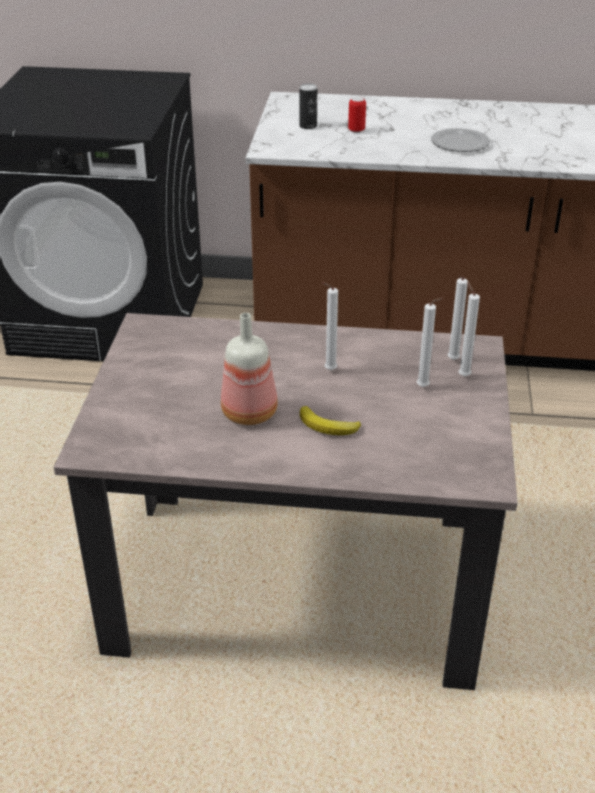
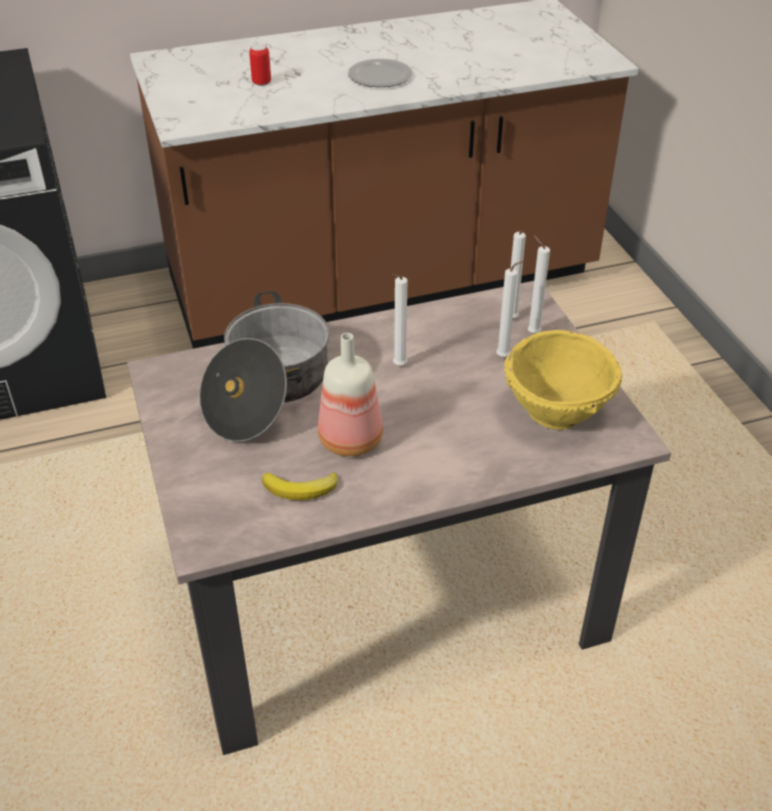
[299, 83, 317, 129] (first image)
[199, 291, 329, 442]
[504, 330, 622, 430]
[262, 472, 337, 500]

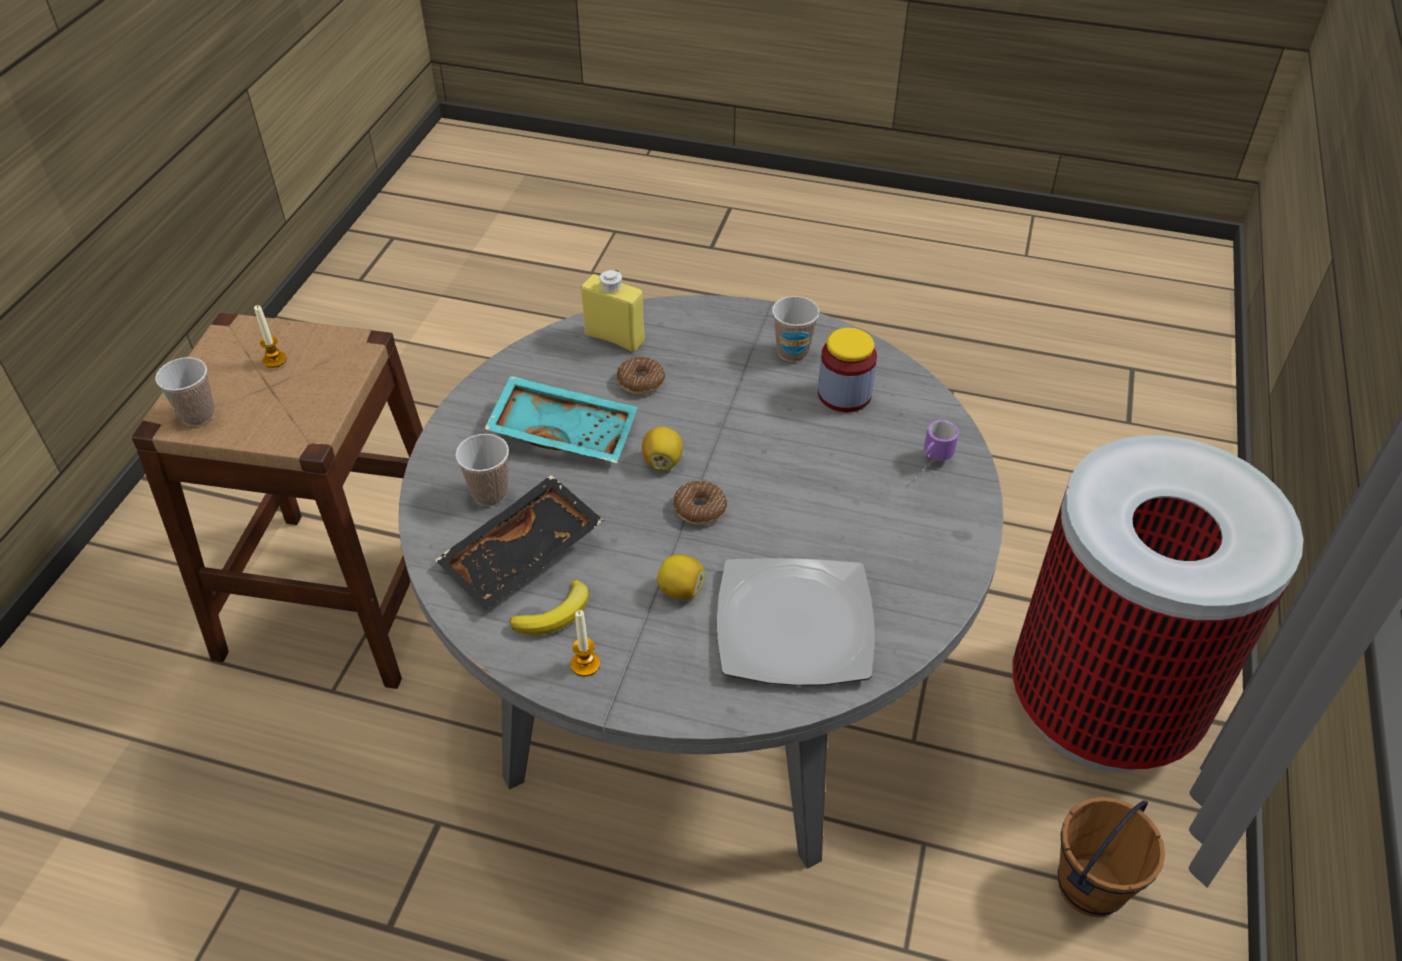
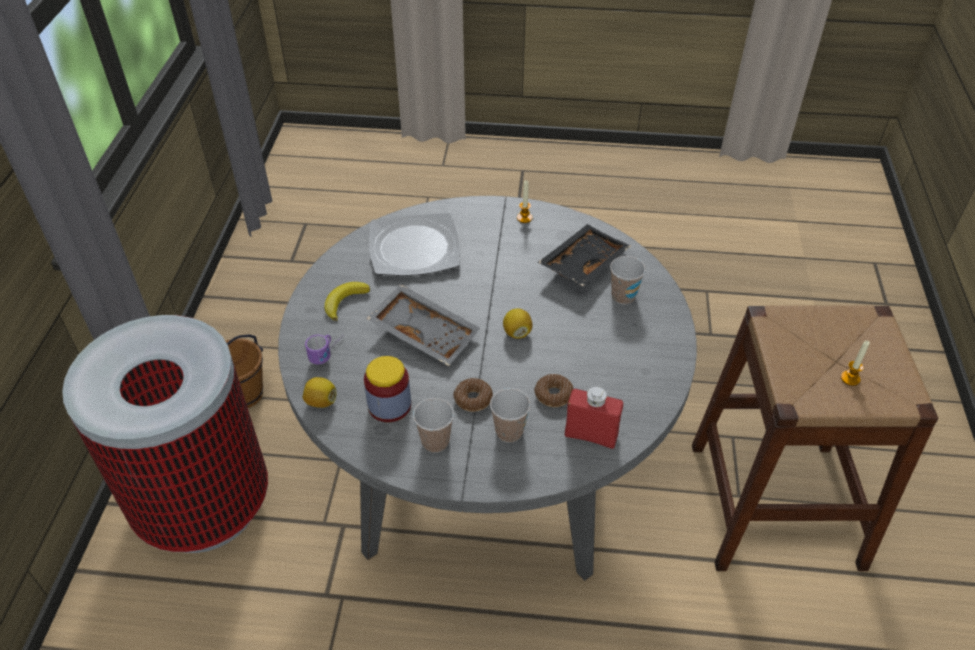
[484, 375, 638, 463] (first image)
[367, 284, 480, 366]
[490, 388, 531, 443]
[325, 282, 370, 321]
[303, 377, 336, 408]
[454, 378, 493, 412]
[565, 387, 623, 449]

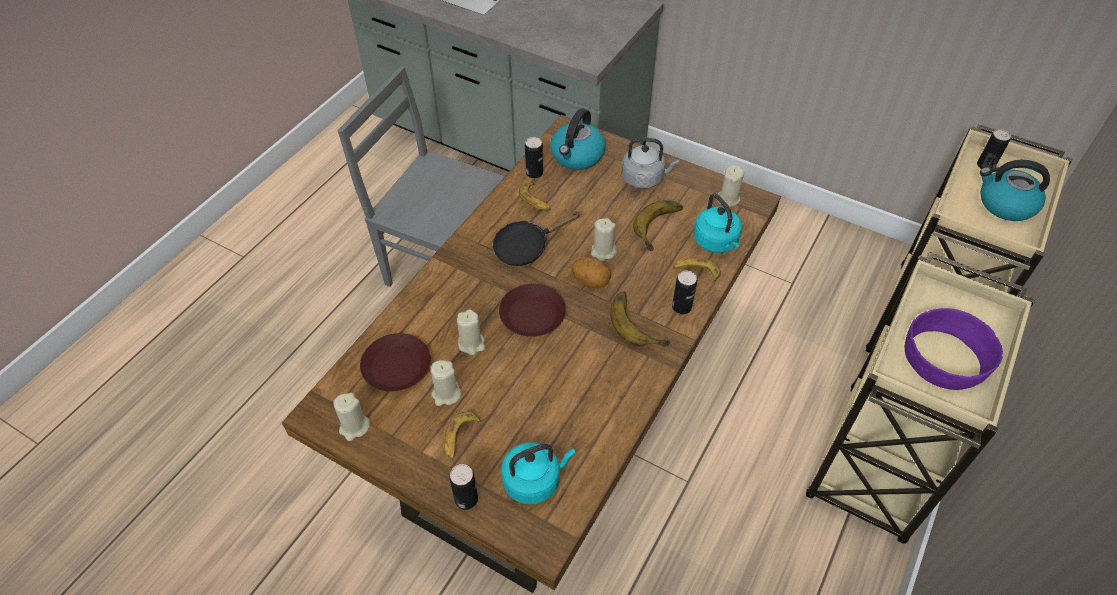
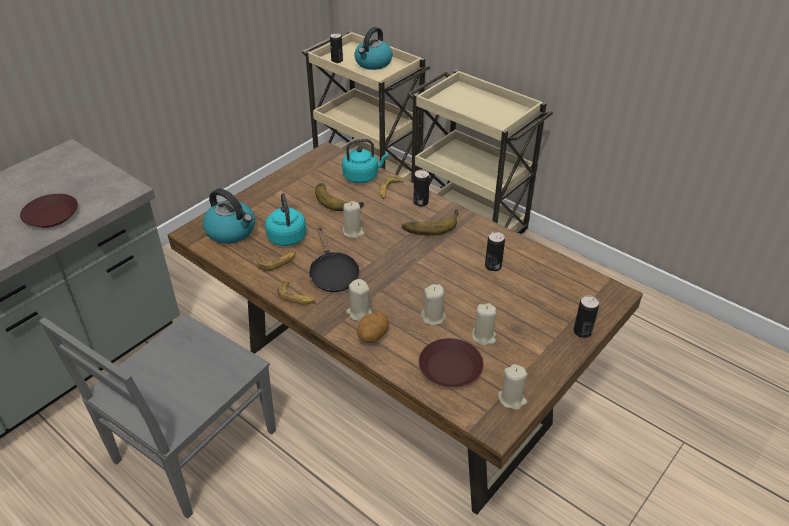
[621, 137, 680, 189] (first image)
[905, 308, 1003, 390] (first image)
[277, 282, 315, 304]
[20, 194, 78, 228]
[265, 193, 306, 246]
[485, 232, 505, 271]
[357, 312, 389, 343]
[346, 279, 372, 322]

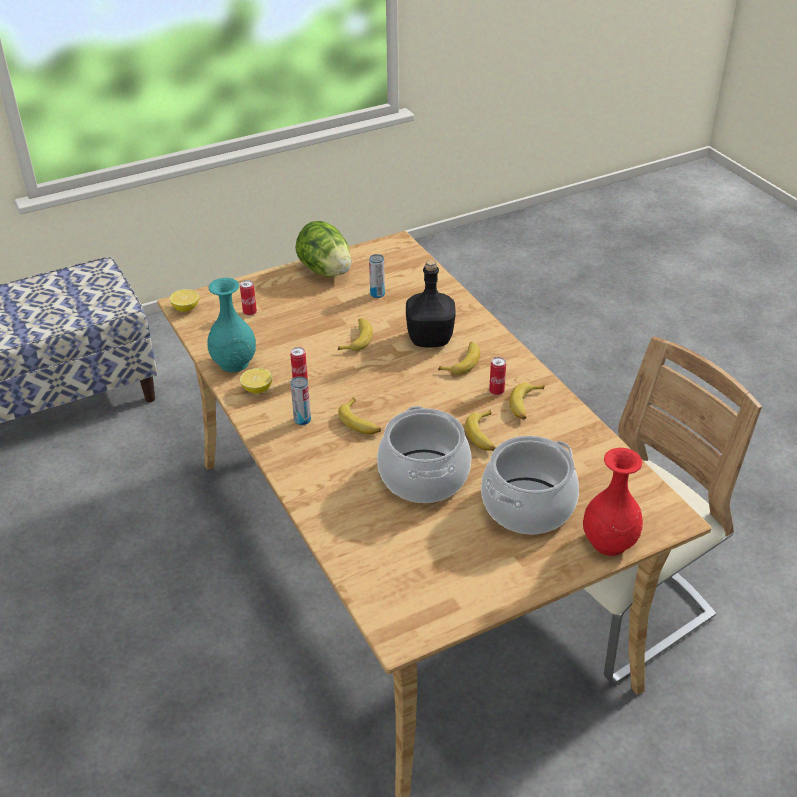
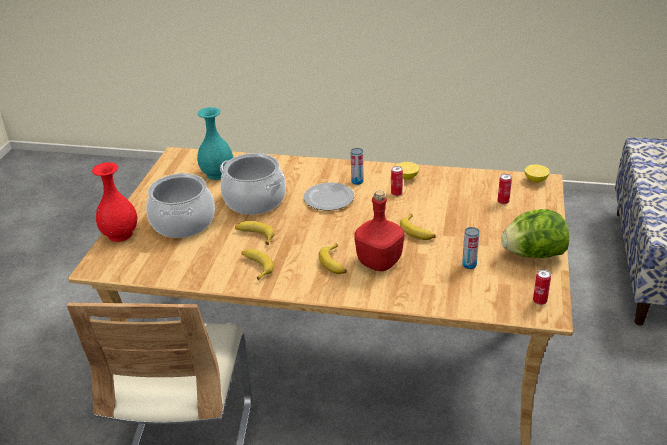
[197, 107, 233, 180]
[533, 269, 551, 305]
[304, 183, 354, 211]
[354, 191, 404, 271]

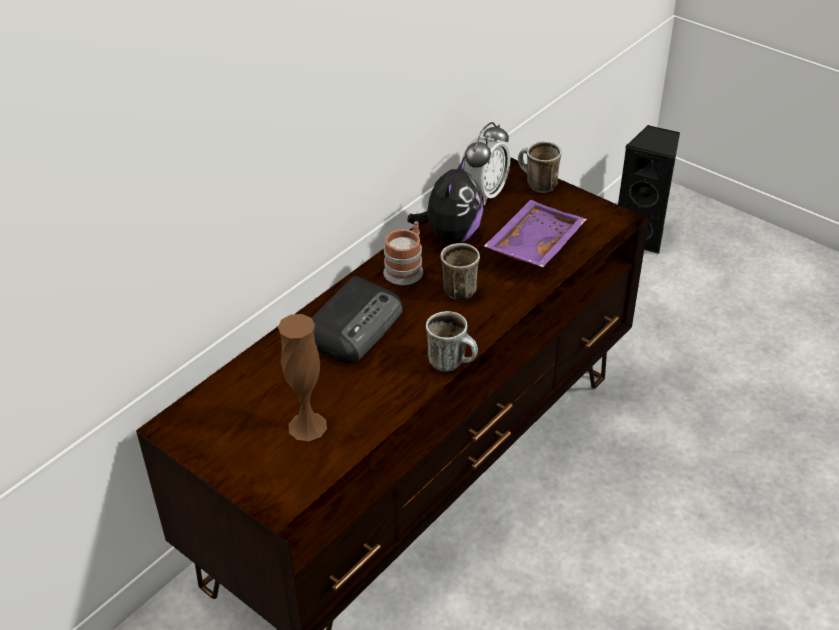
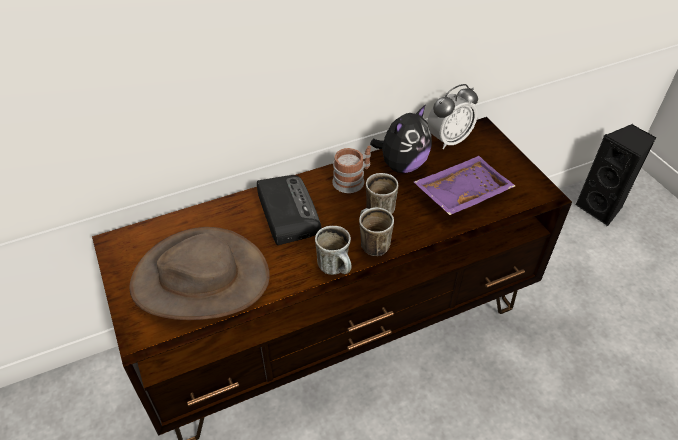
[359, 207, 394, 256]
[130, 227, 270, 320]
[257, 175, 321, 245]

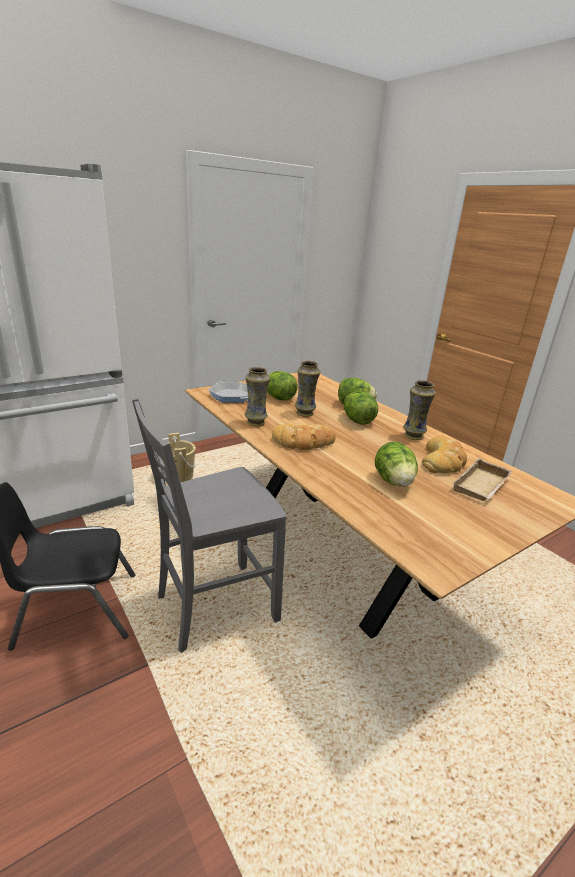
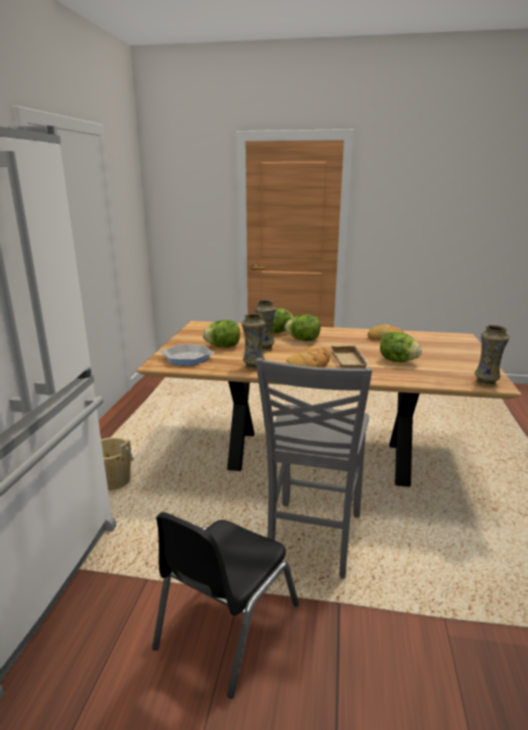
[474, 325, 510, 387]
[330, 345, 371, 369]

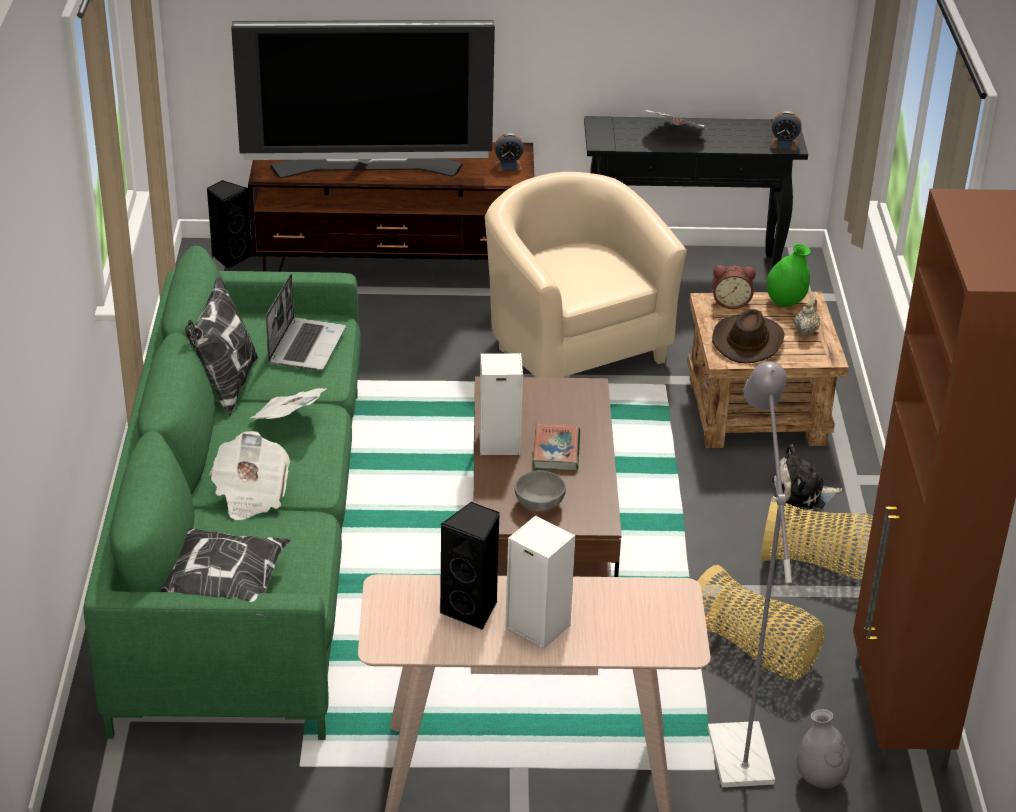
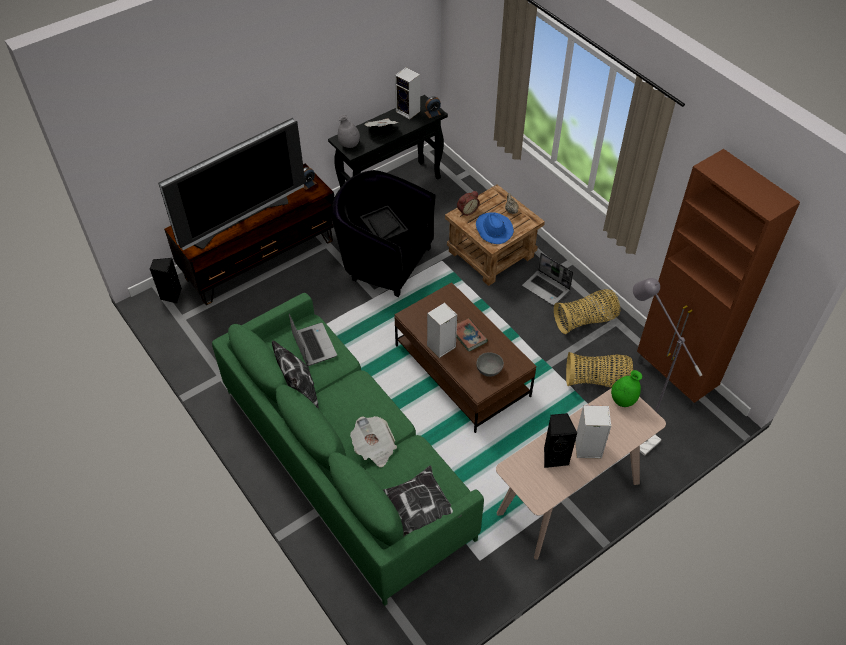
[249, 388, 326, 419] (first image)
[360, 205, 409, 241]
[395, 67, 420, 119]
[611, 370, 642, 407]
[338, 115, 360, 148]
[522, 253, 573, 306]
[331, 170, 436, 297]
[476, 212, 514, 244]

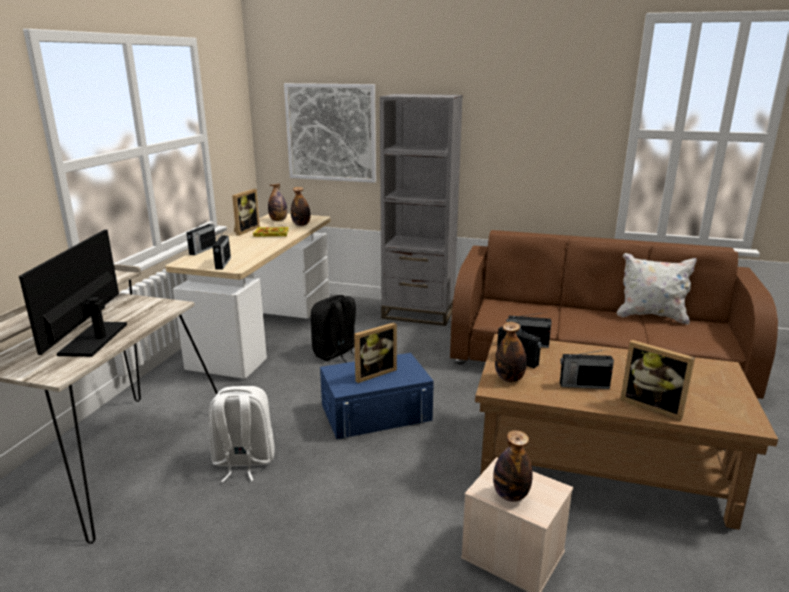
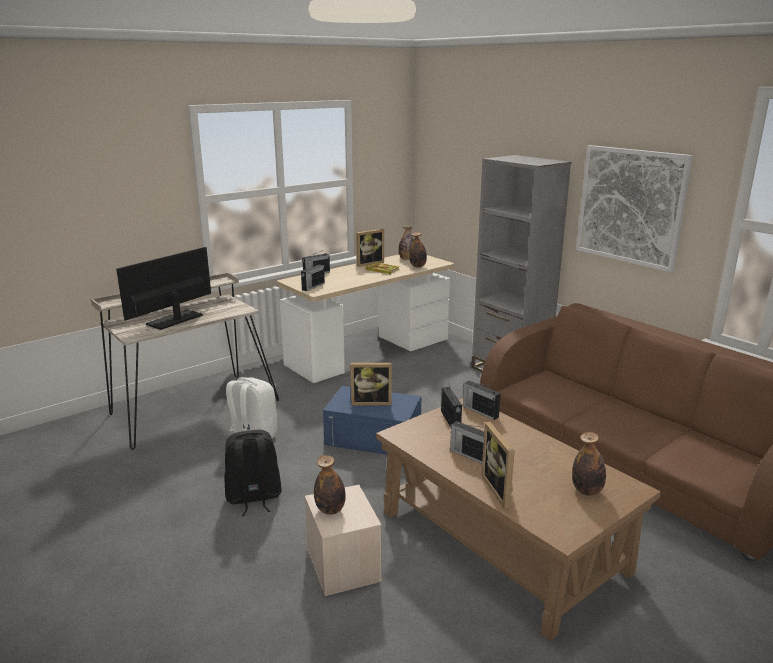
[617, 253, 697, 325] (first image)
[576, 145, 693, 272]
[225, 430, 282, 516]
[572, 432, 606, 496]

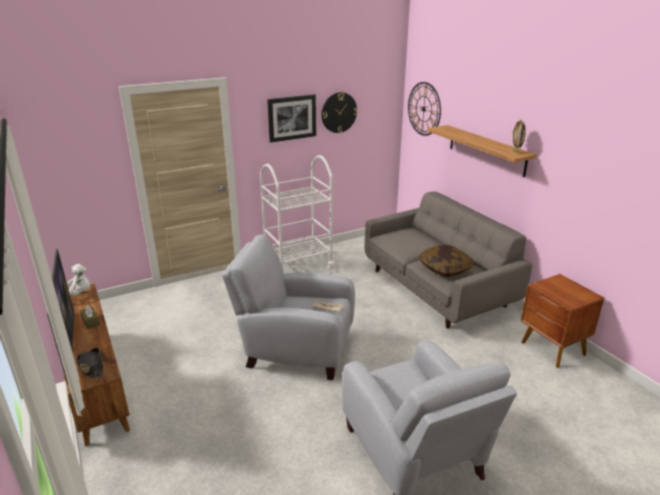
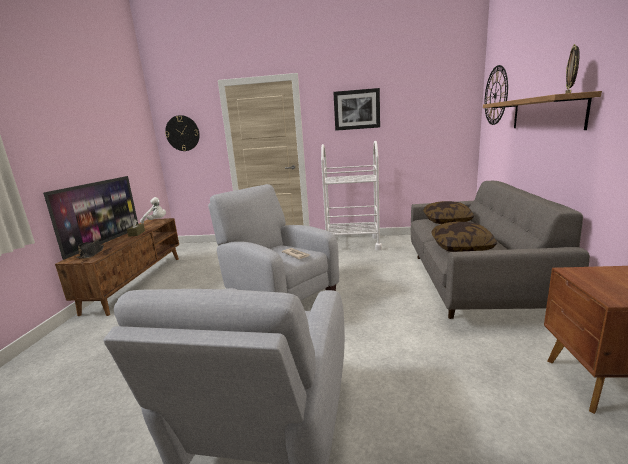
[423, 201, 474, 224]
[165, 115, 200, 151]

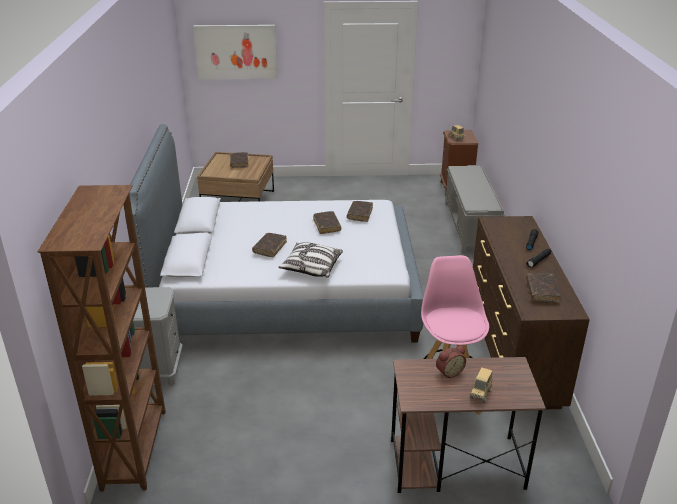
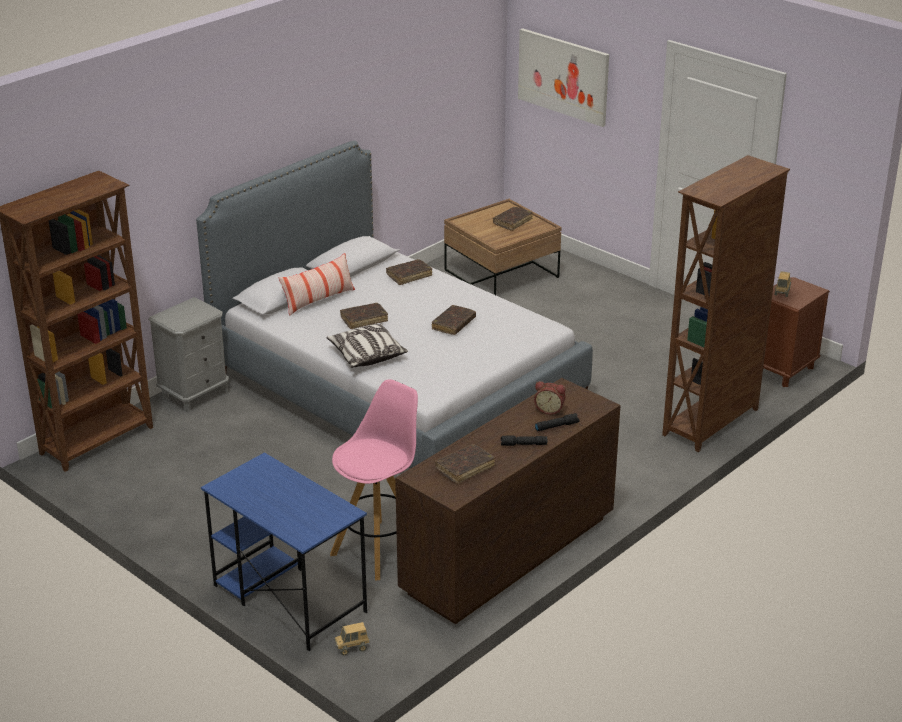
[279, 253, 355, 316]
[386, 259, 432, 285]
[534, 381, 566, 414]
[334, 622, 370, 655]
[662, 155, 790, 452]
[201, 452, 367, 651]

